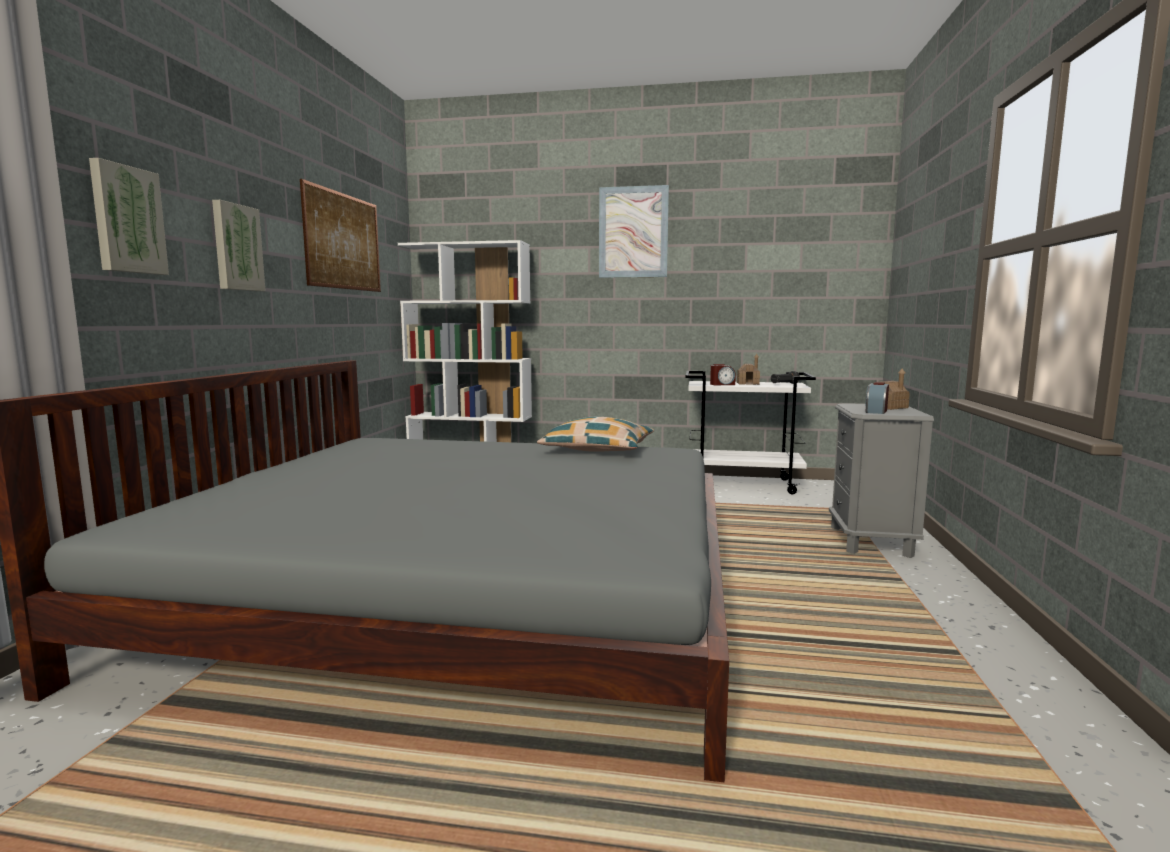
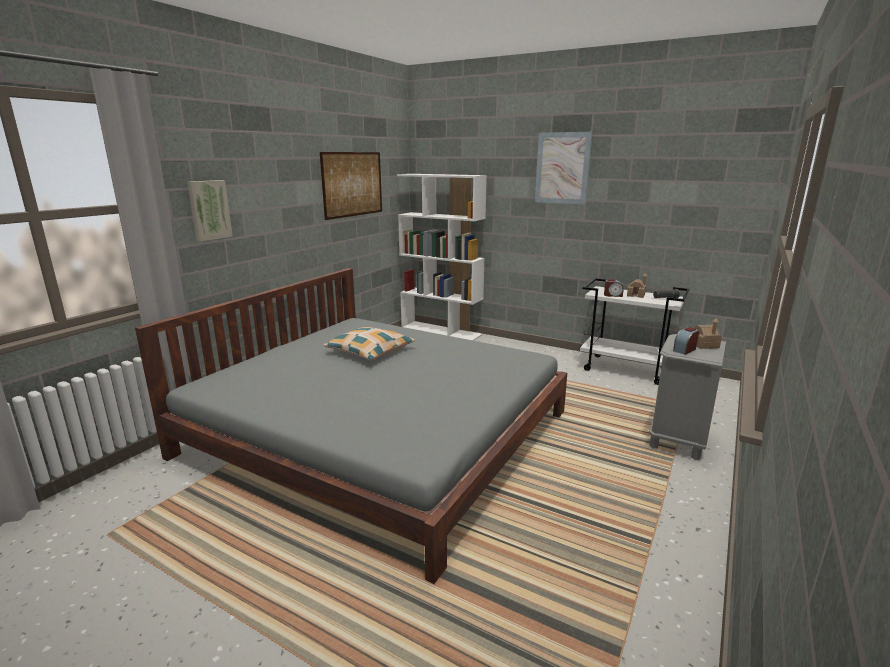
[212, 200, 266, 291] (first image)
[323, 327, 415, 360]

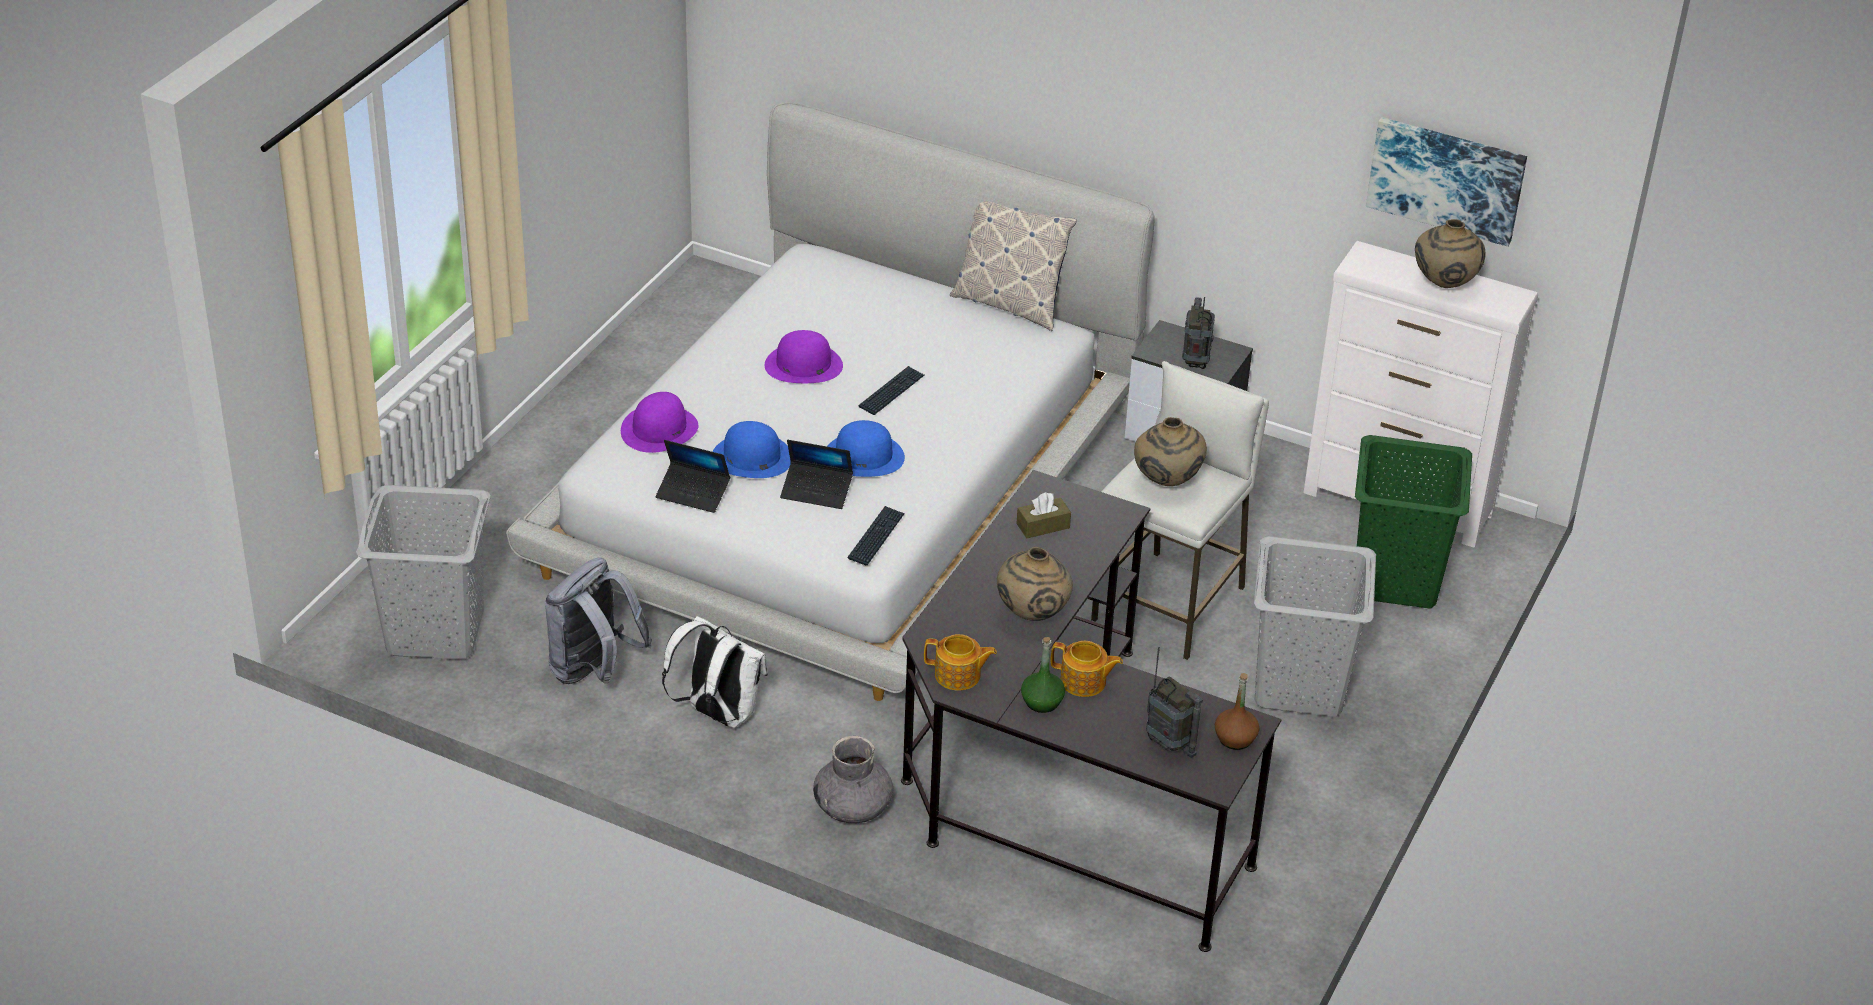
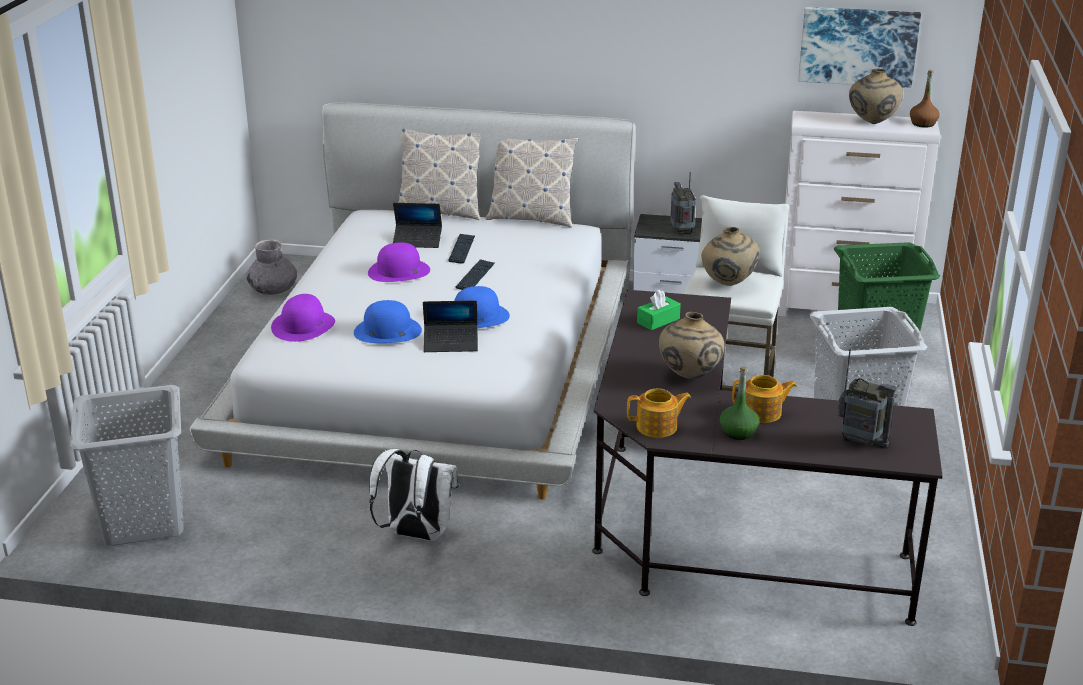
[545, 558, 653, 684] (first image)
[398, 128, 481, 220]
[393, 203, 442, 248]
[246, 239, 297, 295]
[448, 234, 475, 264]
[910, 70, 940, 127]
[637, 289, 681, 330]

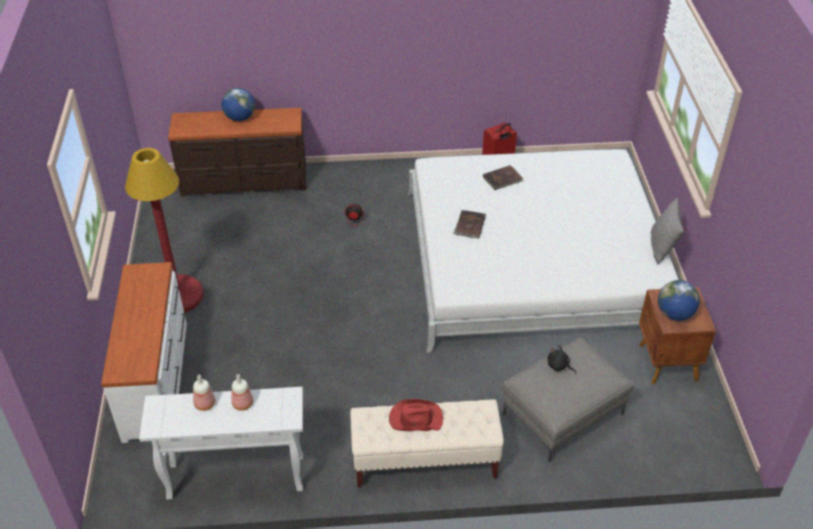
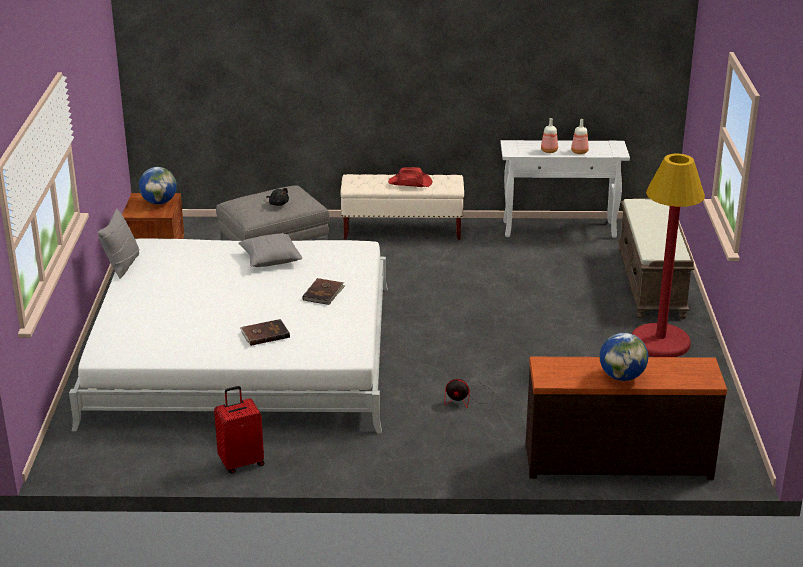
[238, 233, 302, 267]
[618, 198, 694, 319]

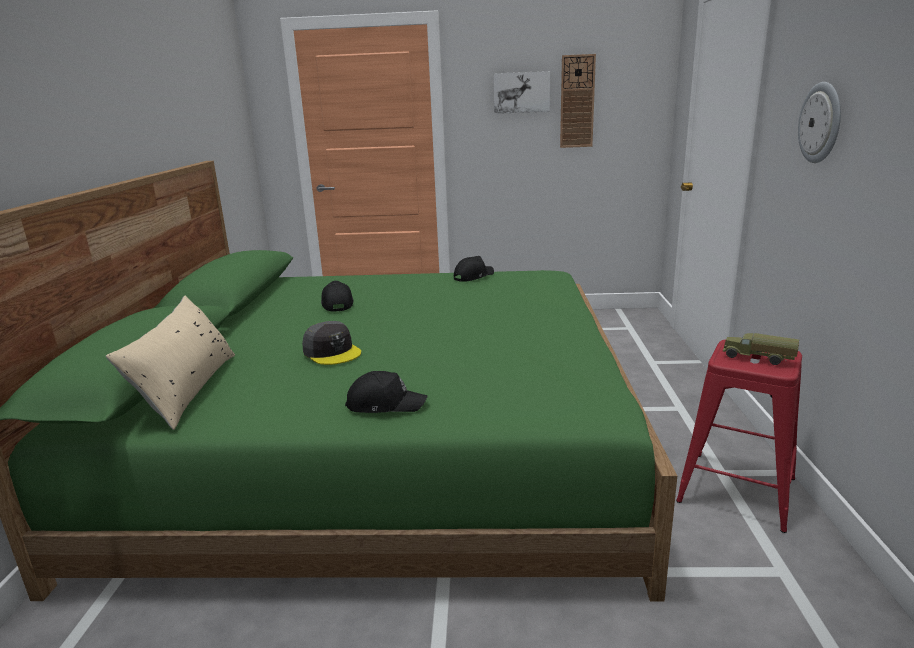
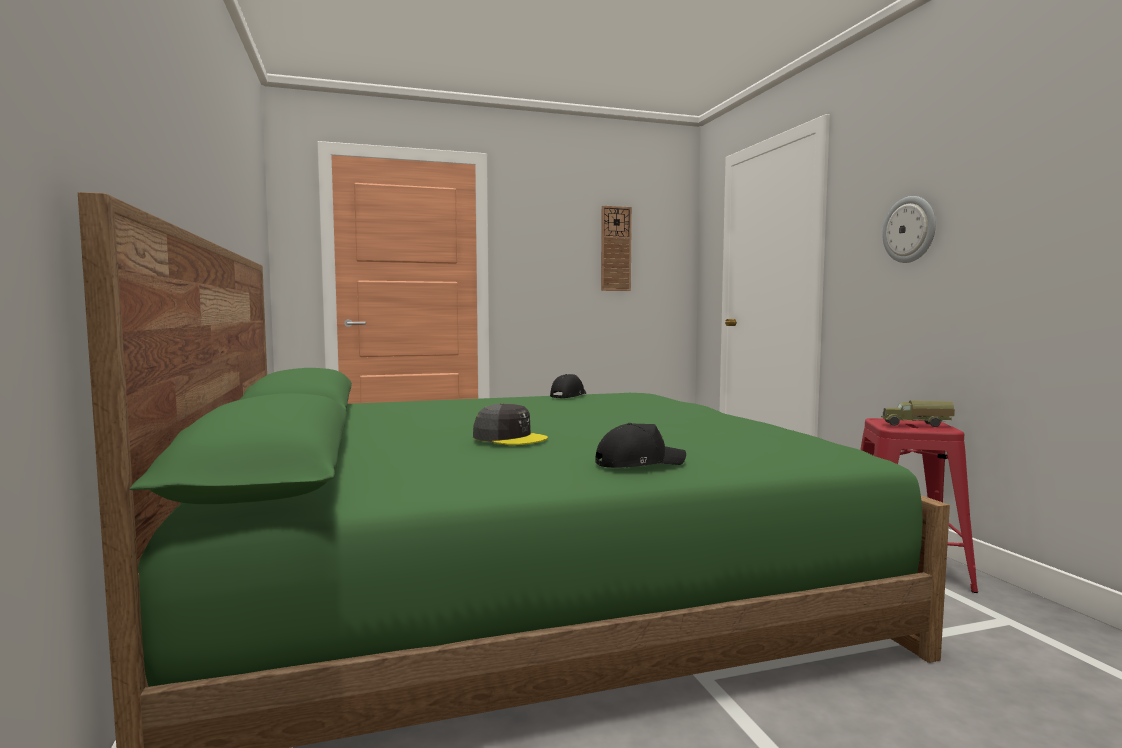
[106, 296, 235, 430] (first image)
[321, 281, 353, 312] (first image)
[494, 71, 550, 114] (first image)

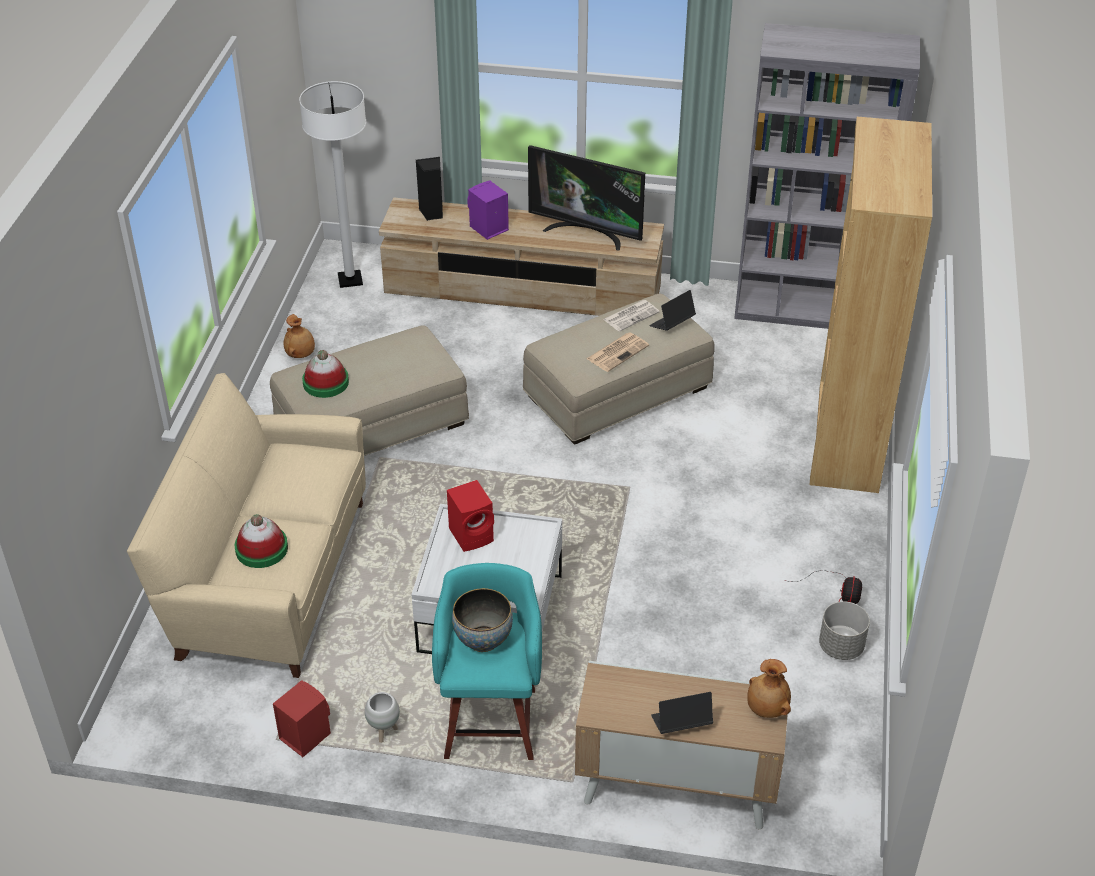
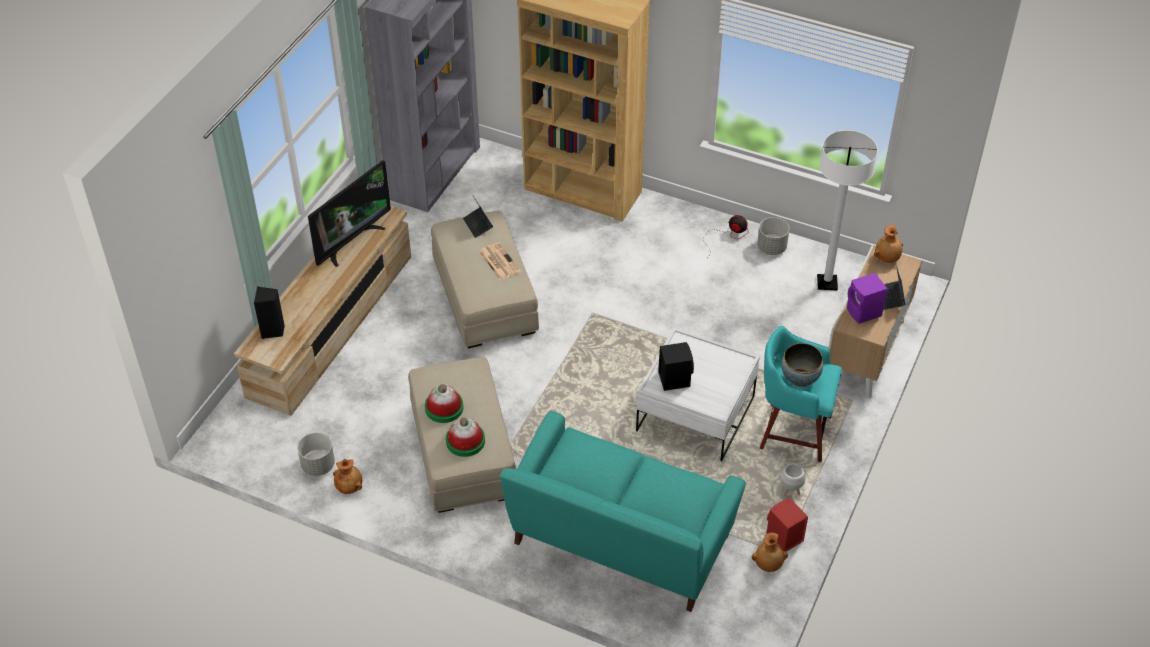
[603, 300, 660, 332] (first image)
[297, 433, 335, 476]
[752, 533, 788, 572]
[425, 384, 464, 423]
[817, 130, 878, 290]
[847, 273, 888, 324]
[500, 411, 746, 612]
[658, 342, 694, 391]

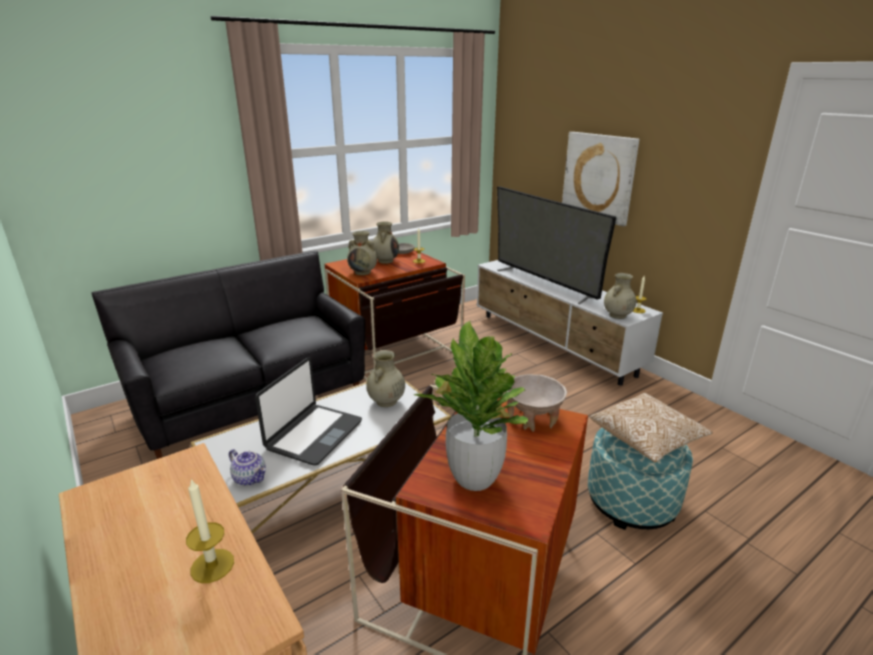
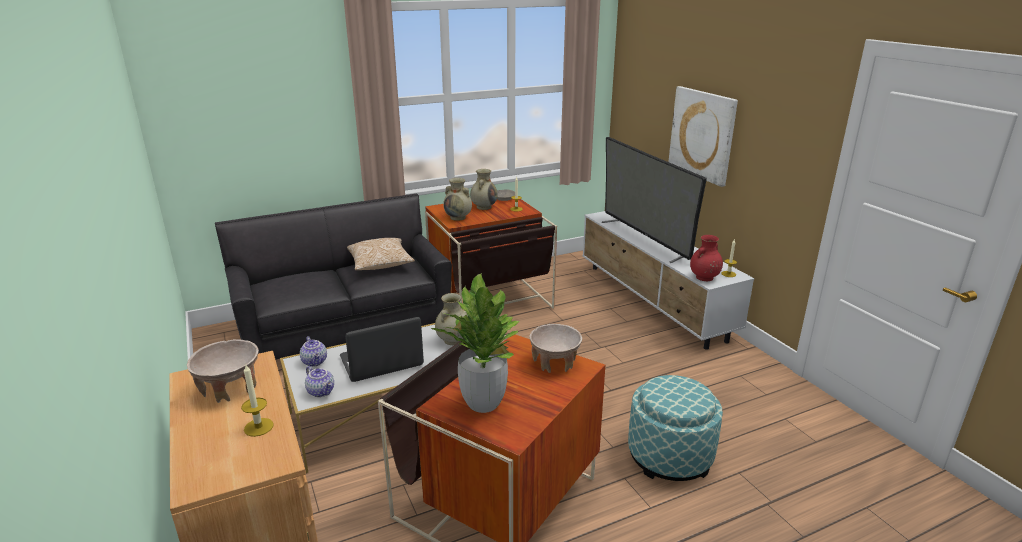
[187, 339, 259, 403]
[300, 336, 327, 367]
[347, 238, 415, 270]
[690, 235, 723, 281]
[340, 317, 424, 382]

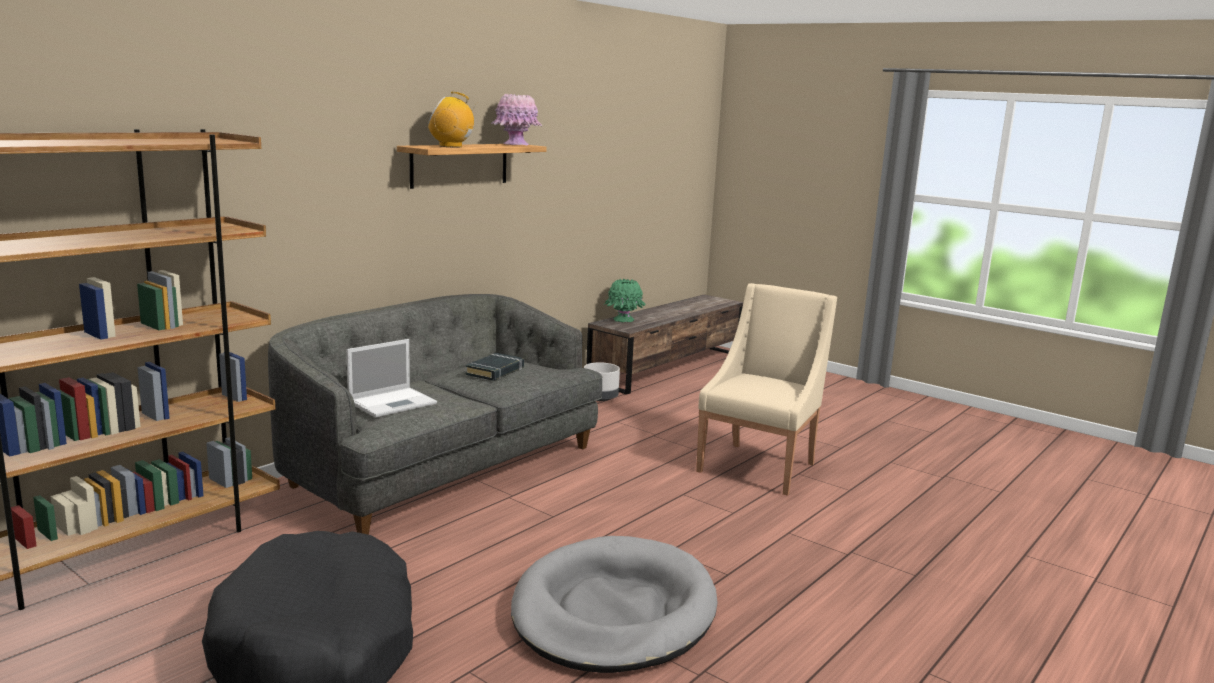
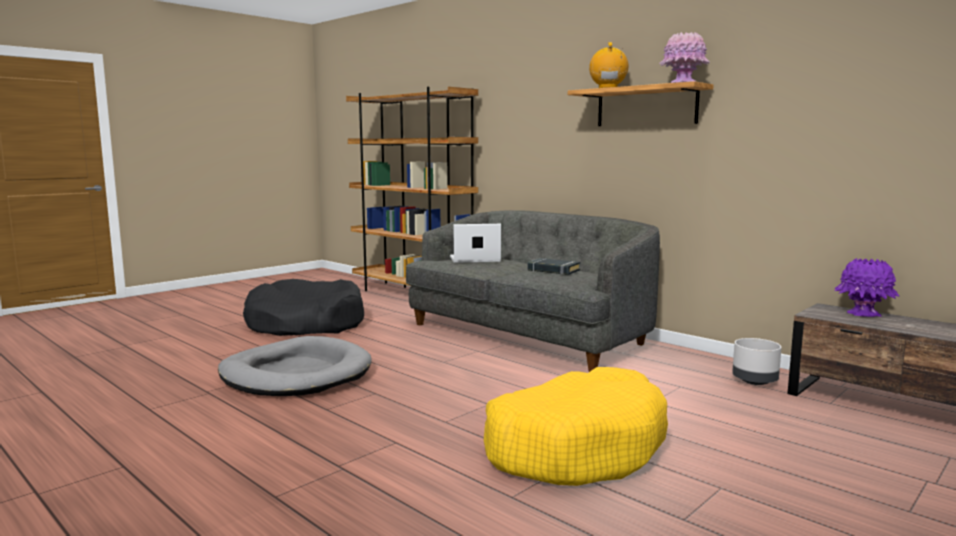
[484, 367, 668, 486]
[834, 258, 899, 317]
[450, 224, 501, 263]

